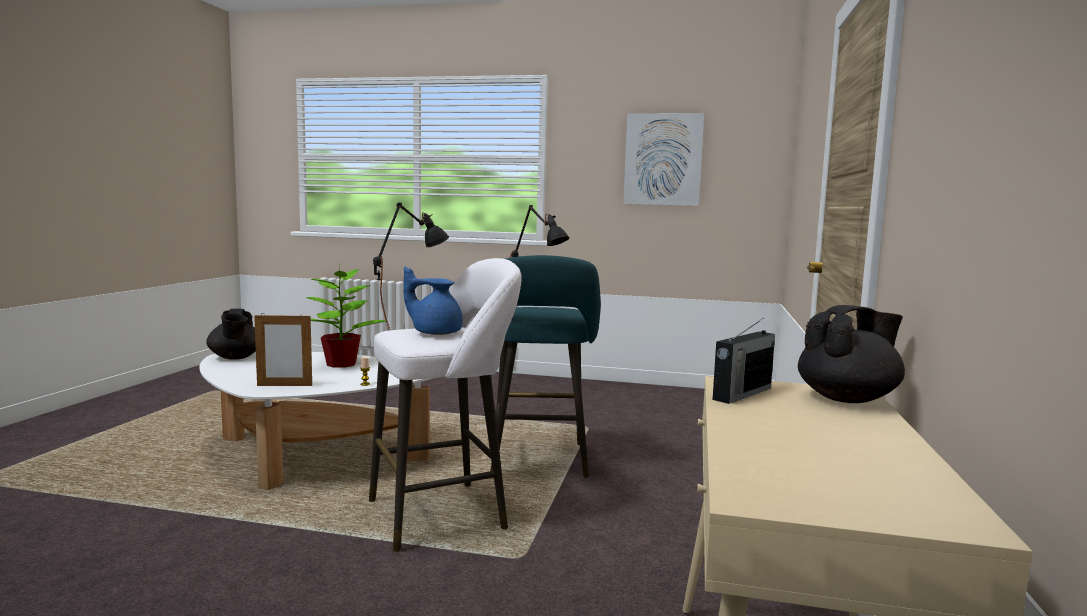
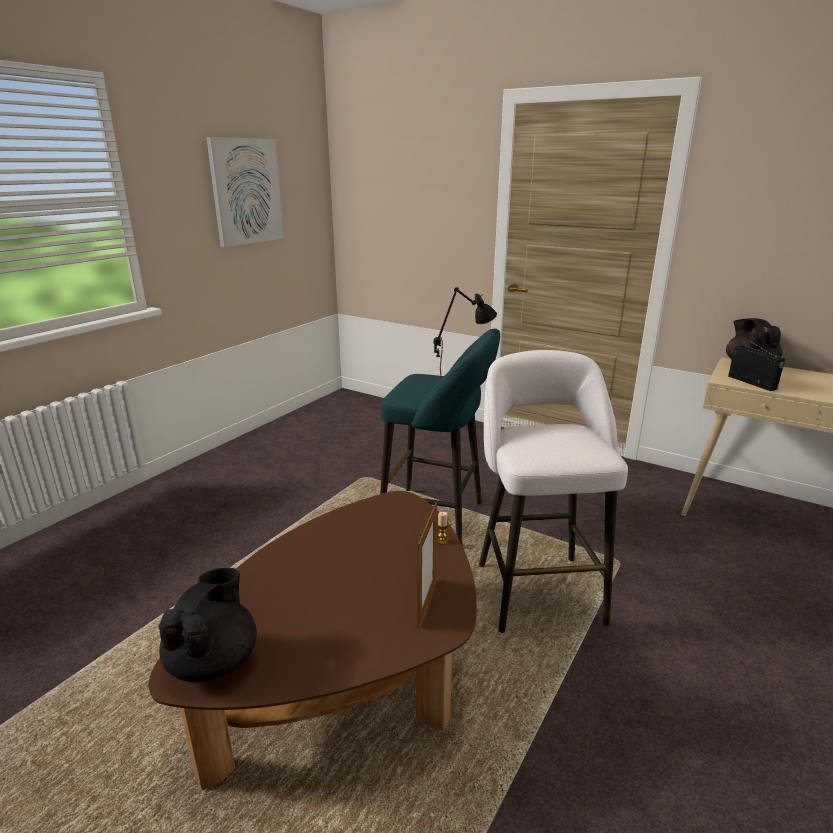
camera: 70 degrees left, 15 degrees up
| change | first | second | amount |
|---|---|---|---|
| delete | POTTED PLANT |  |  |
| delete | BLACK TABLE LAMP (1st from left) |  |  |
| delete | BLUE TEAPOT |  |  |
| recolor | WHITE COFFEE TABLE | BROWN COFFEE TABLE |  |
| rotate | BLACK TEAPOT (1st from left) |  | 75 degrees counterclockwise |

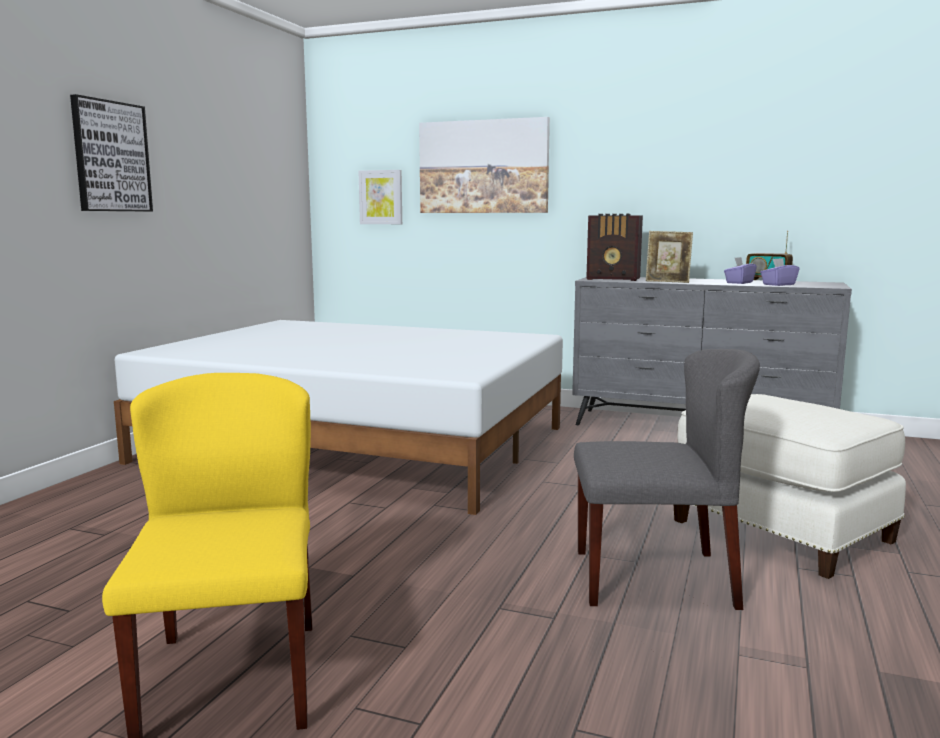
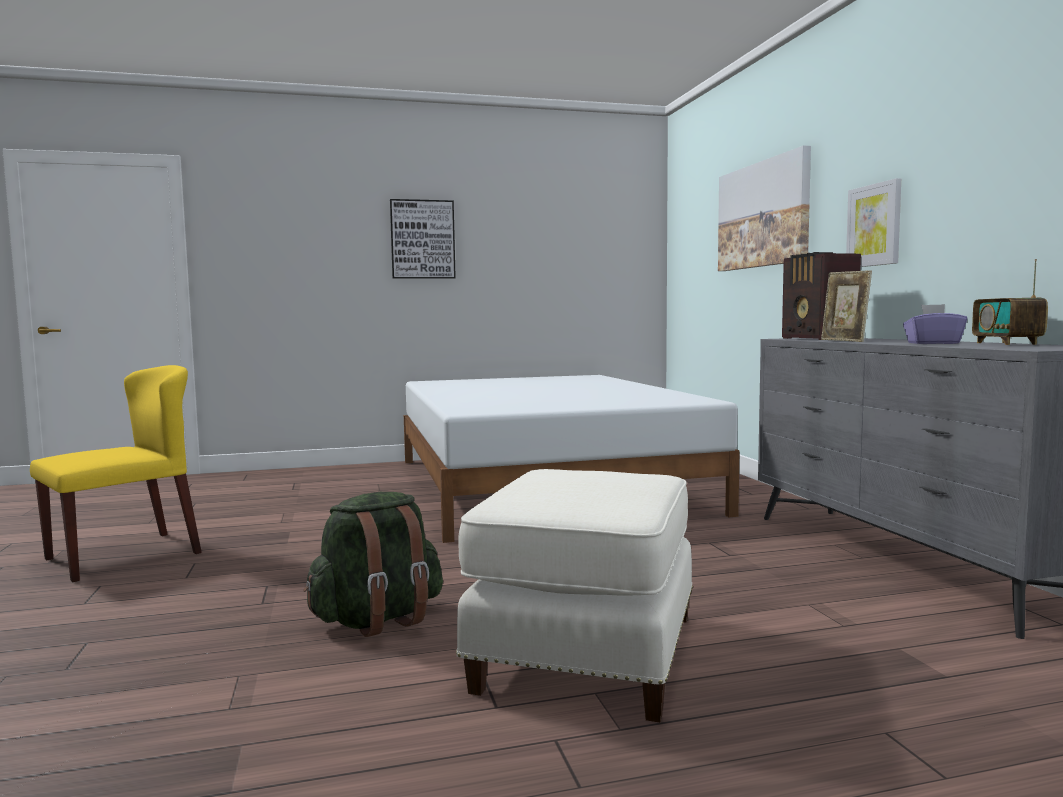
camera: 55 degrees right, 5 degrees down
| change | first | second | amount |
|---|---|---|---|
| delete | PURPLE TISSUE BOX (2nd from left) |  |  |
| move | PICTURE (2nd from left in the first image) | PICTURE (3rd from left) |  |
| replace | GREY CHAIR | GREEN BACKPACK |  |

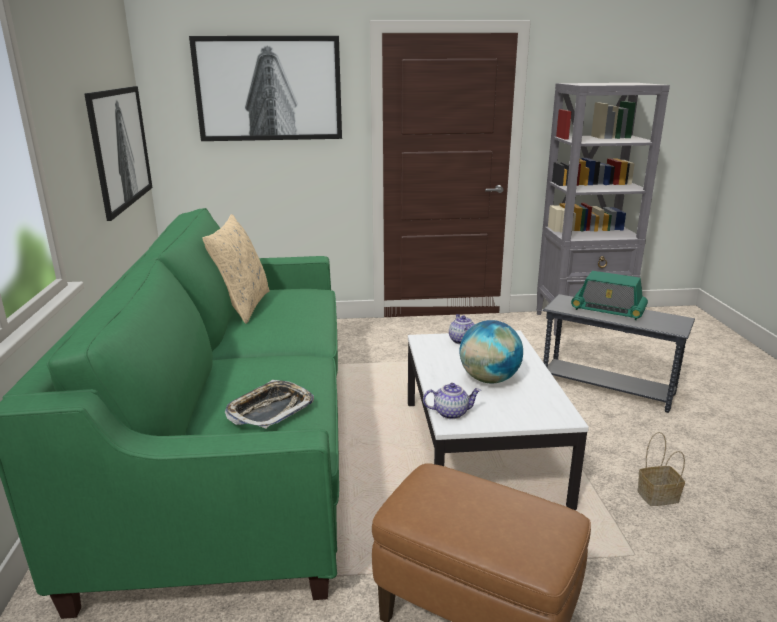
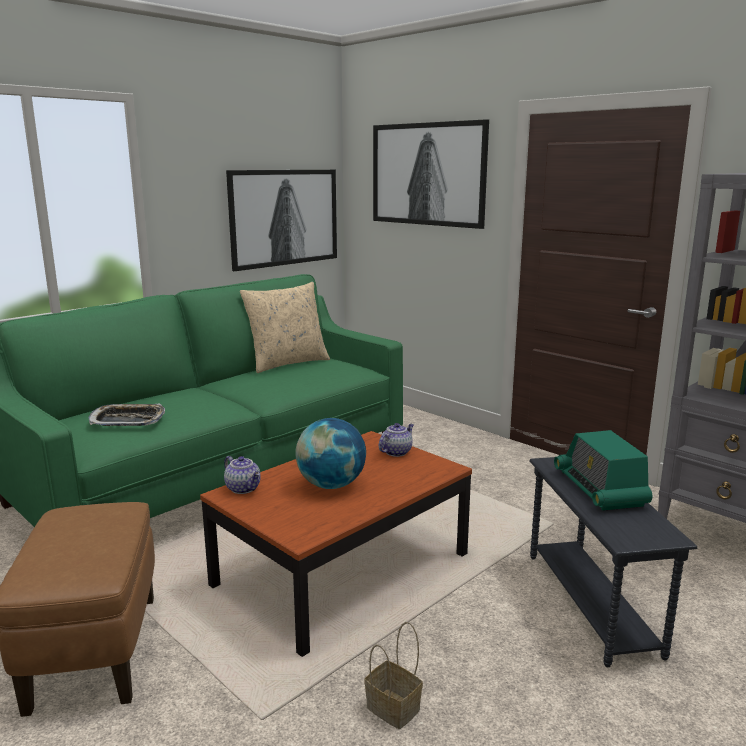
camera: 50 degrees right, 5 degrees down
| change | first | second | amount |
|---|---|---|---|
| recolor | WHITE COFFEE TABLE | BROWN COFFEE TABLE |  |

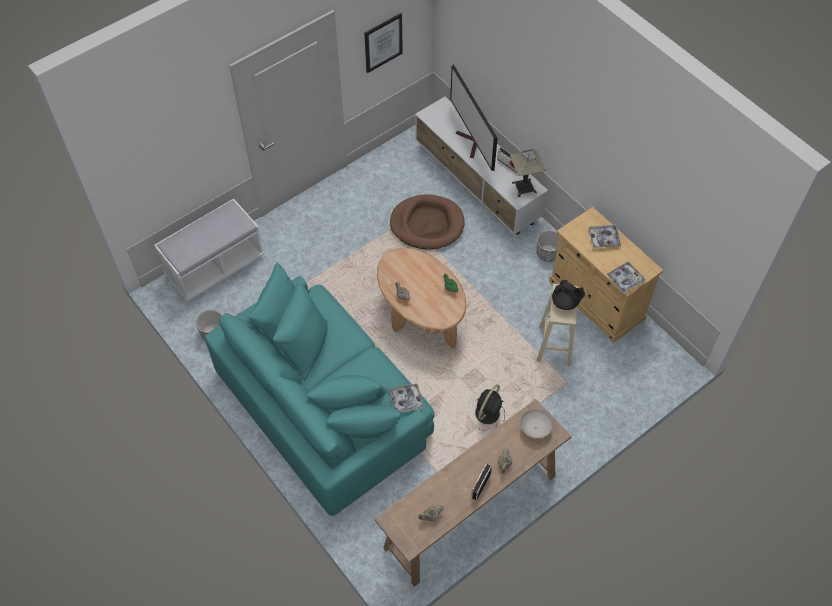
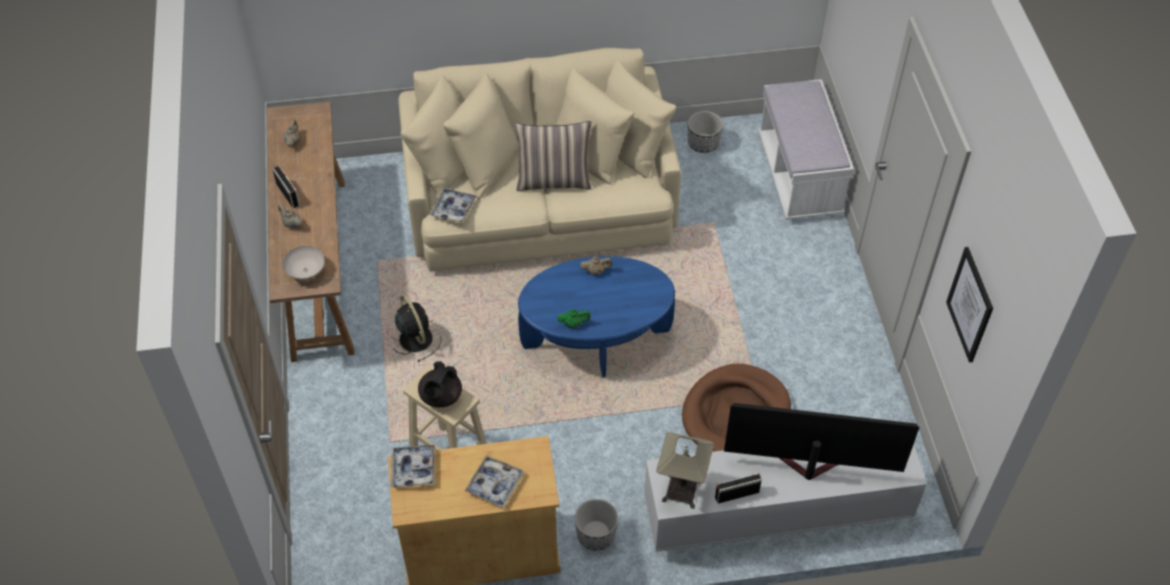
camera: 120 degrees right, 5 degrees down
| change | first | second | amount |
|---|---|---|---|
| insert |  | PILLOW |  |
| recolor | TURQUOISE SOFA | BEIGE SOFA |  |
| recolor | BROWN COFFEE TABLE | BLUE COFFEE TABLE |  |
| rotate | BLACK TEAPOT |  | 45 degrees counterclockwise |

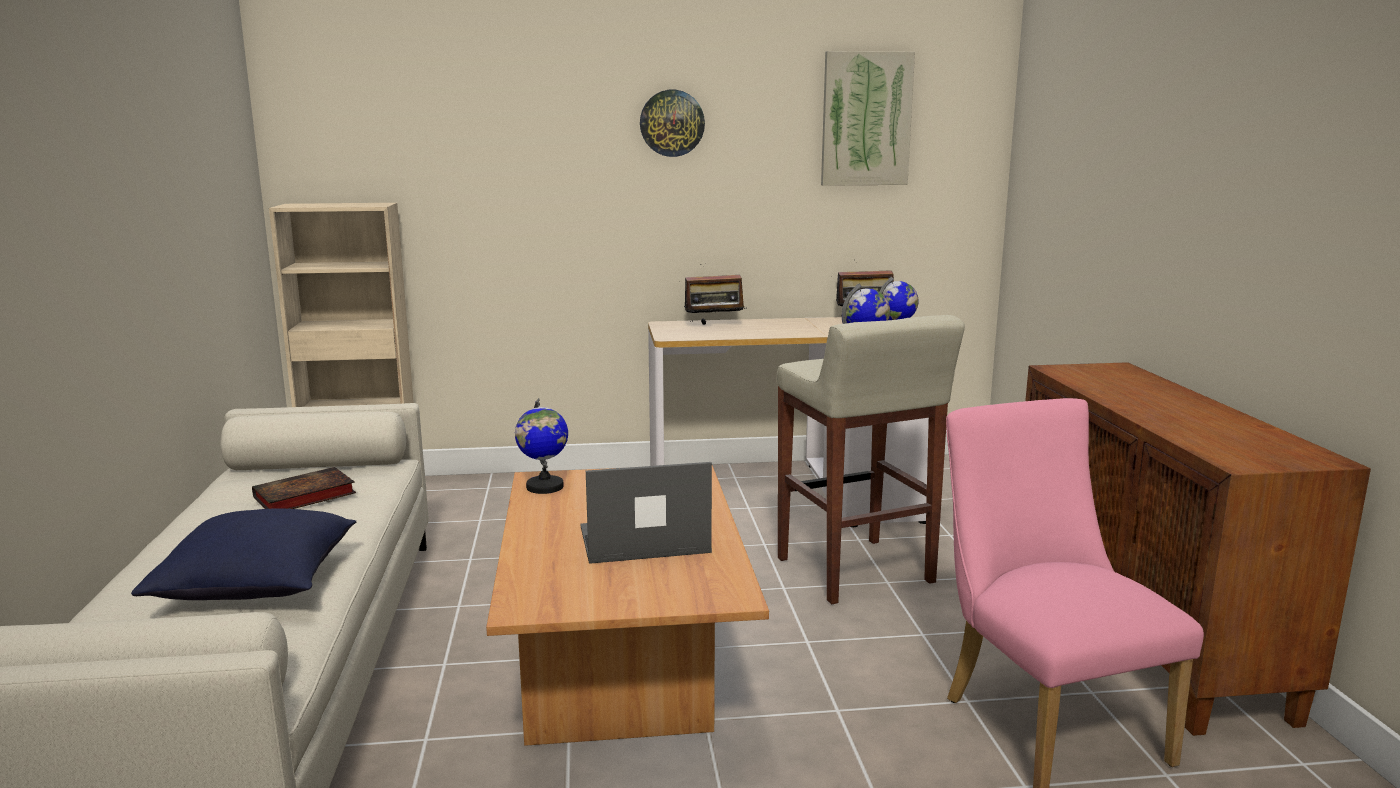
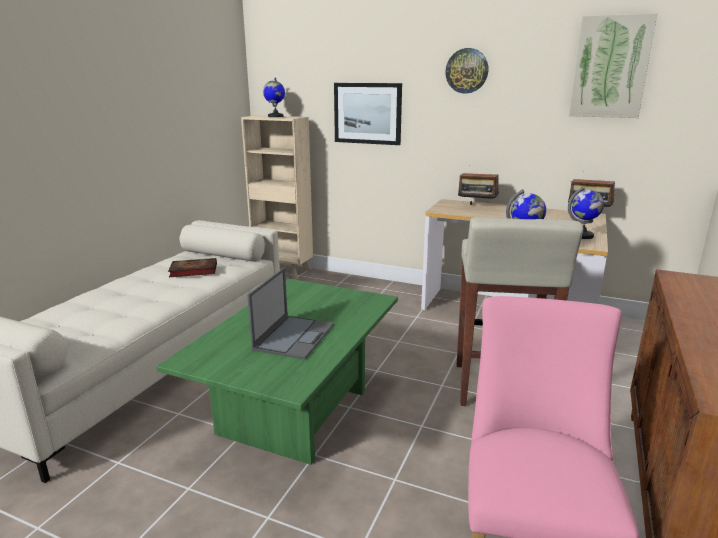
camera: 30 degrees right, 5 degrees up
| change | first | second | amount |
|---|---|---|---|
| delete | BLUE PILLOW |  |  |
| insert |  | PICTURE (1st from left) |  |
| move | GLOBE (1st from left) |  |  |
| recolor | BROWN COFFEE TABLE | GREEN COFFEE TABLE |  |
| rotate | LAPTOP |  | 90 degrees clockwise |

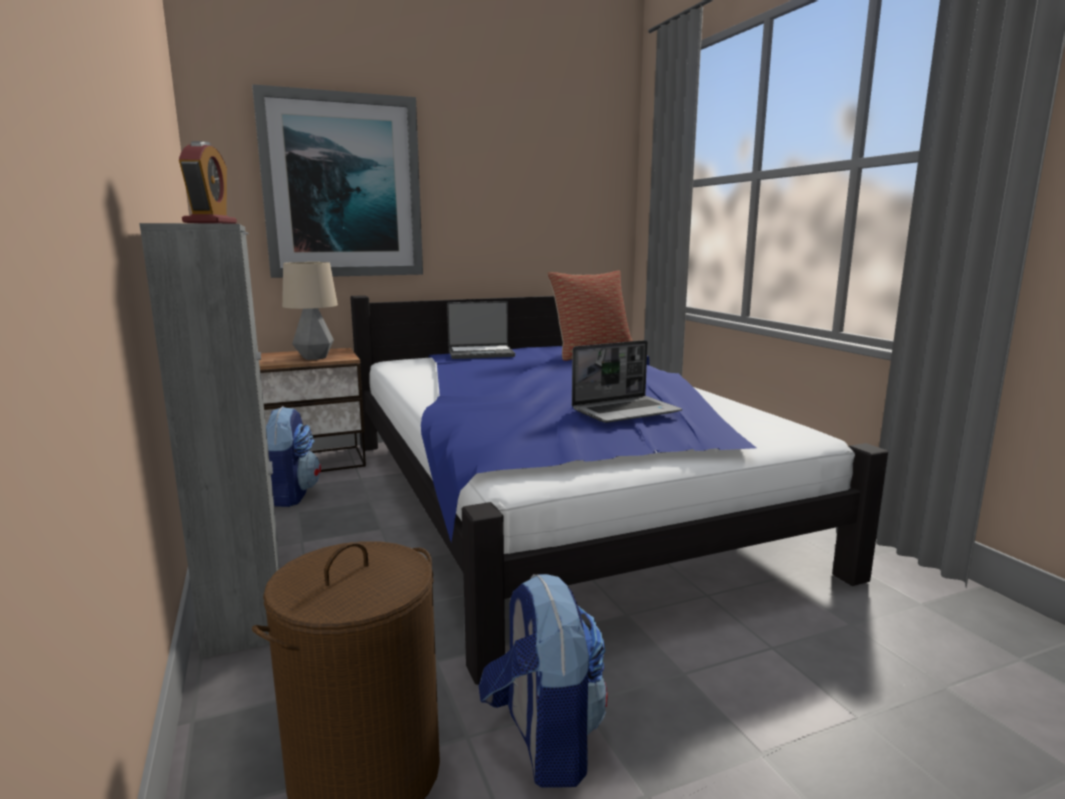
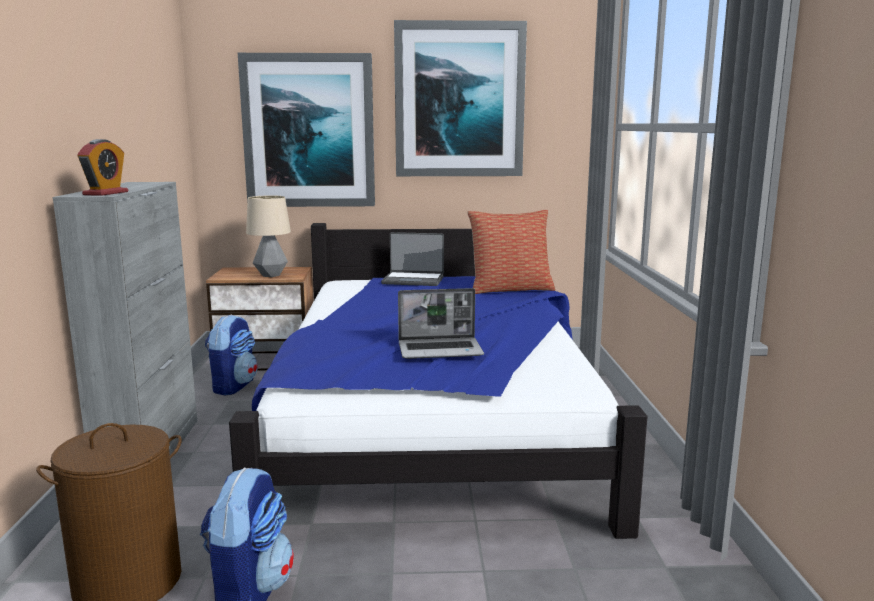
camera: 20 degrees right, 0 degrees up
| change | first | second | amount |
|---|---|---|---|
| insert |  | PICTURE (2nd from left) |  |

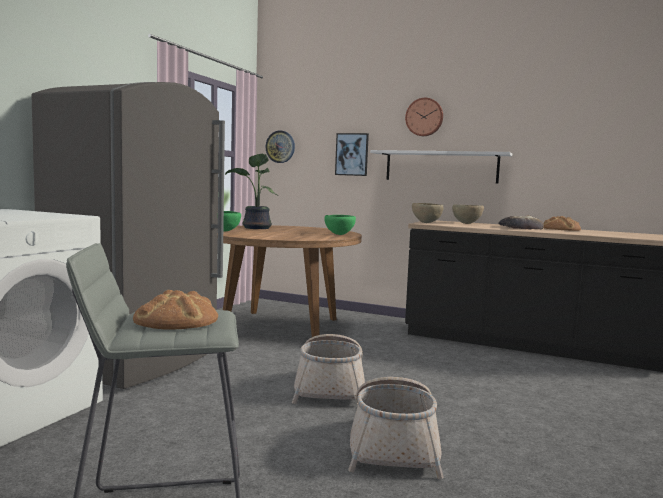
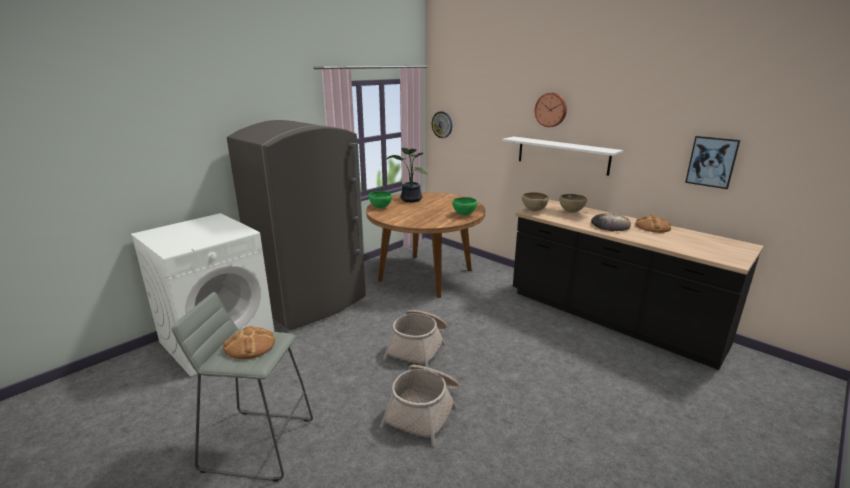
camera: 20 degrees right, 15 degrees up
| change | first | second | amount |
|---|---|---|---|
| move | PICTURE |  |  |

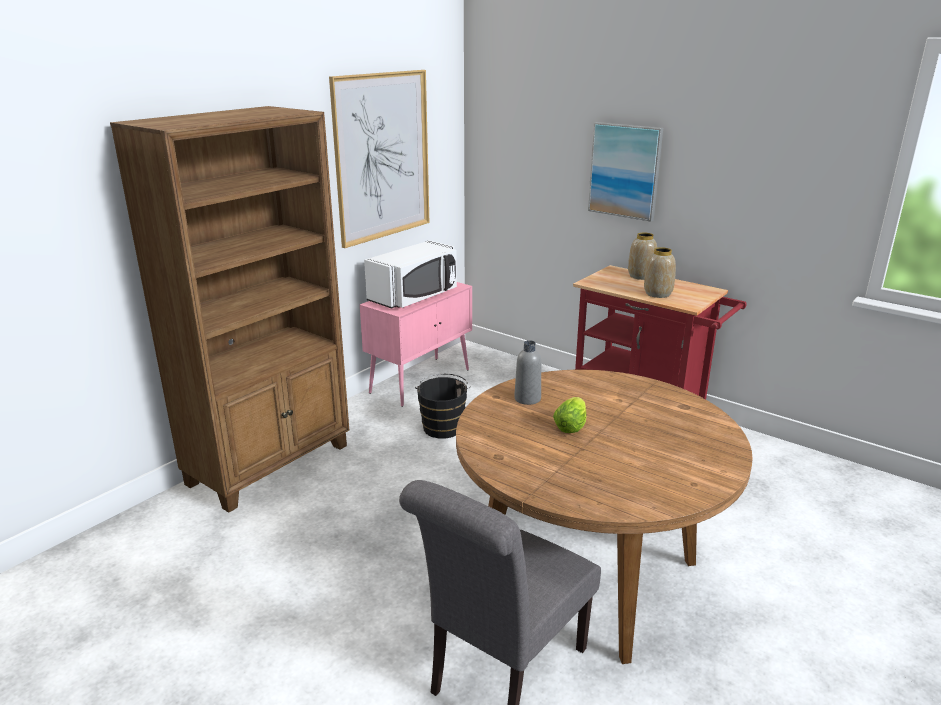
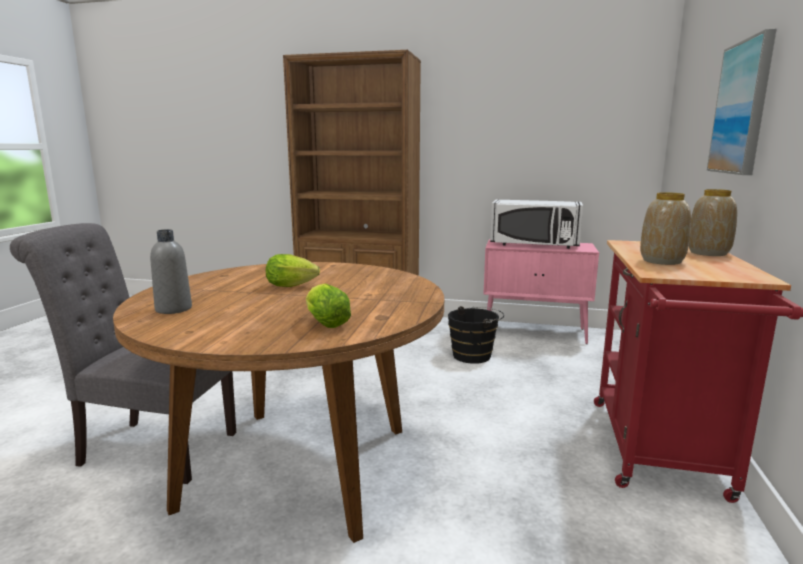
camera: 65 degrees right, 10 degrees down
| change | first | second | amount |
|---|---|---|---|
| delete | PICTURE (1st from left) |  |  |
| insert |  | LETTUCE (2nd from left) |  |
| move | GREY BOTTLE |  |  |

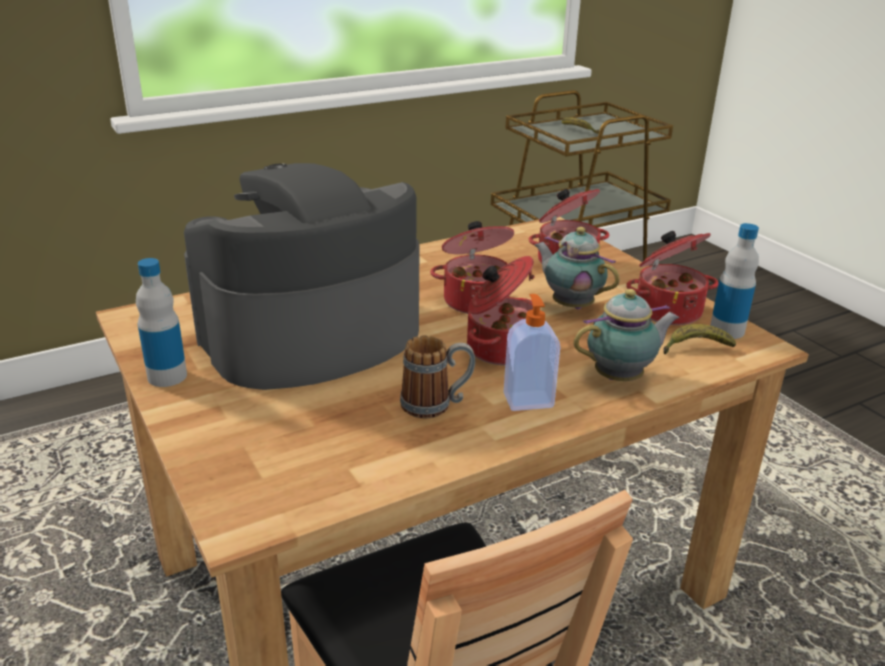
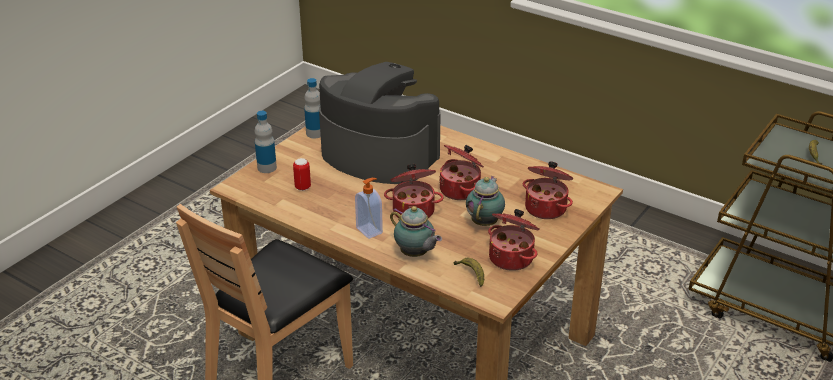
camera: 65 degrees right, 5 degrees up
| change | first | second | amount |
|---|---|---|---|
| delete | MUG |  |  |
| insert |  | CAN |  |
| move | BOTTLE (2nd from left in the first image) | BOTTLE (1st from left) |  |

